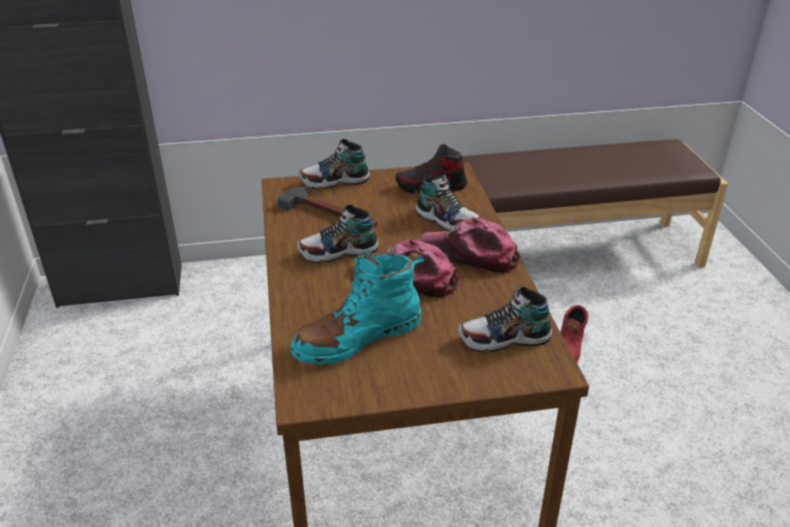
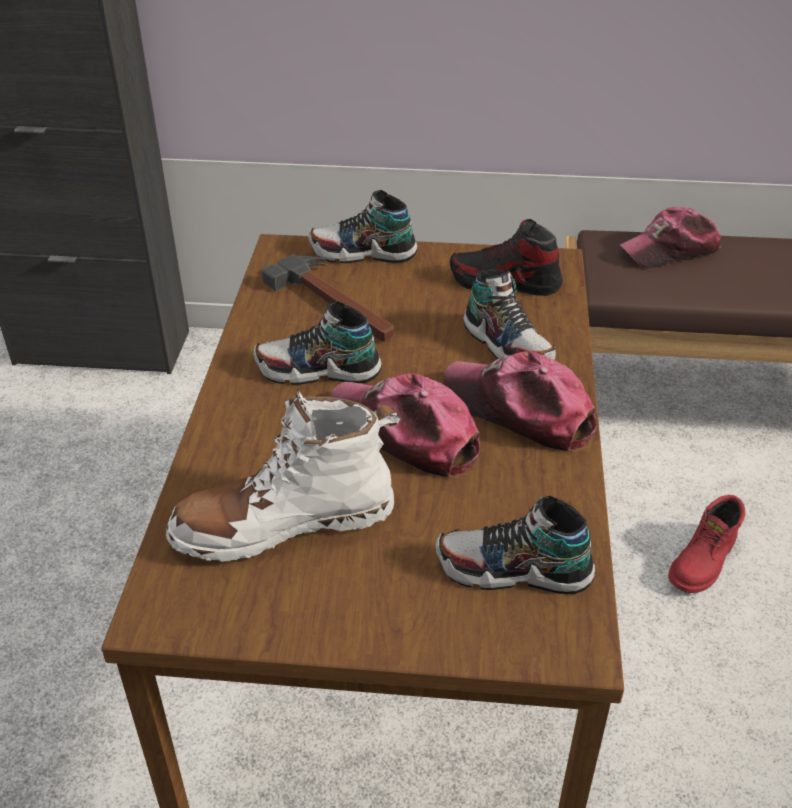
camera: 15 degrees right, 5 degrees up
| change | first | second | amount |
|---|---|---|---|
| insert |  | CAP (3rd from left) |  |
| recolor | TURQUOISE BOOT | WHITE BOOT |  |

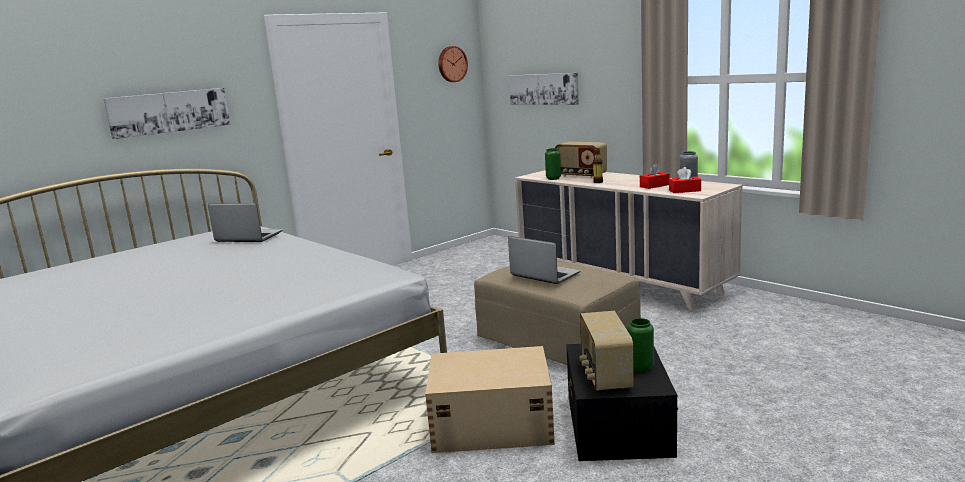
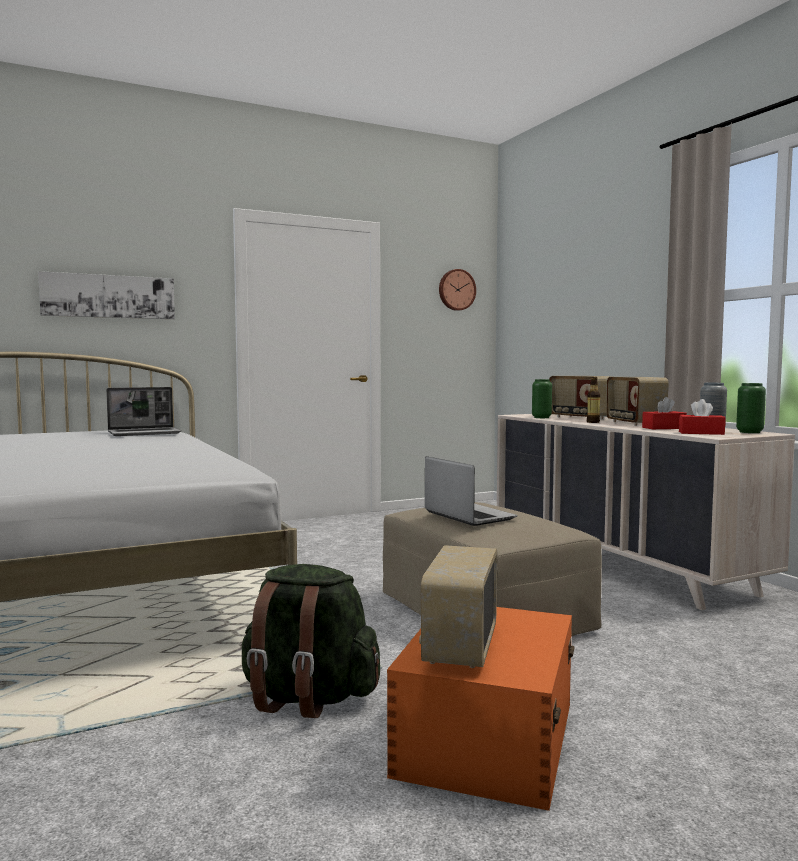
camera: 15 degrees right, 10 degrees down
| change | first | second | amount |
|---|---|---|---|
| delete | PICTURE (2nd from left) |  |  |
| insert |  | RADIO (3rd from left) |  |
| move | GREEN VASE (2nd from left) |  |  |
| replace | BEIGE STORAGE BOX | GREEN BACKPACK |  |
| recolor | BLACK STORAGE BOX | ORANGE STORAGE BOX |  |
| rotate | LAPTOP (1st from left) |  | 120 degrees clockwise |

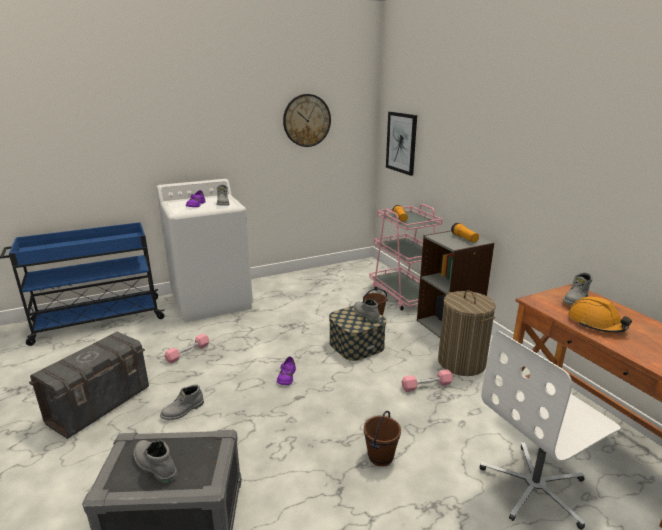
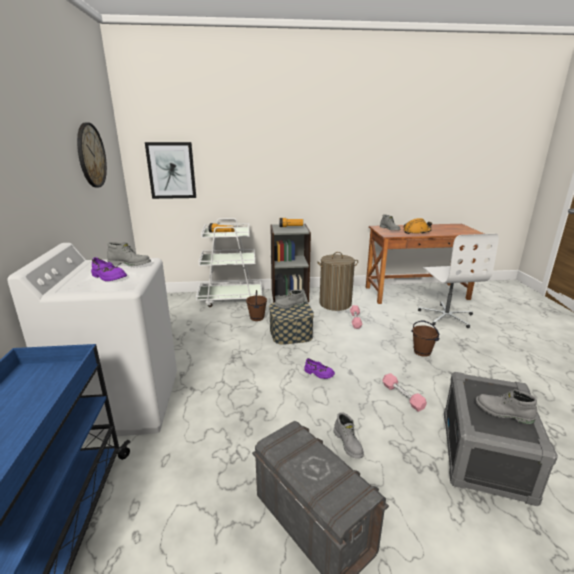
camera: 70 degrees left, 0 degrees up
| change | first | second | amount |
|---|---|---|---|
| move | PINK DUMBBELL (1st from left in the first image) | PINK DUMBBELL (2nd from left) |  |
| recolor | PINK CART | WHITE CART |  |
| rotate | GREY BOOT (1st from left in the first image) | GREY BOOT (5th from left) | 60 degrees clockwise |

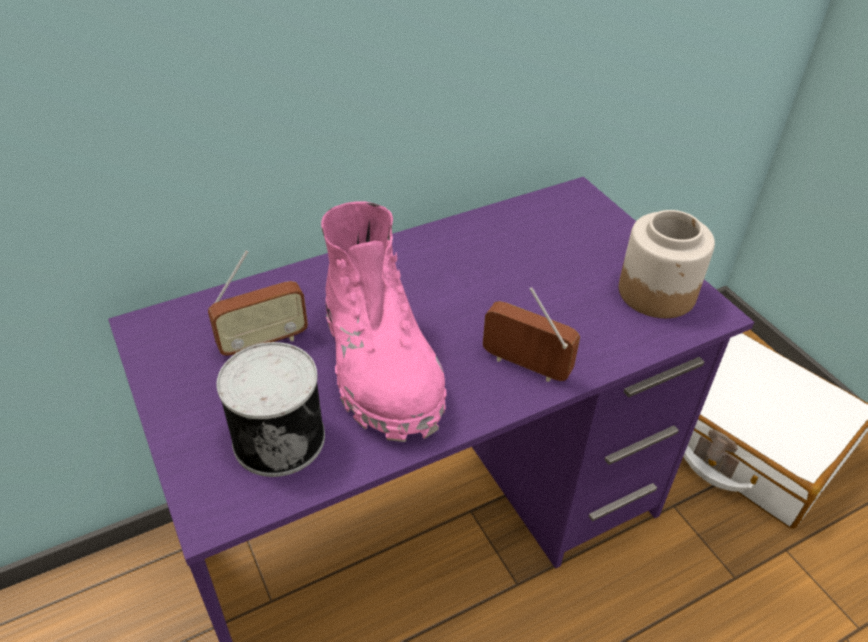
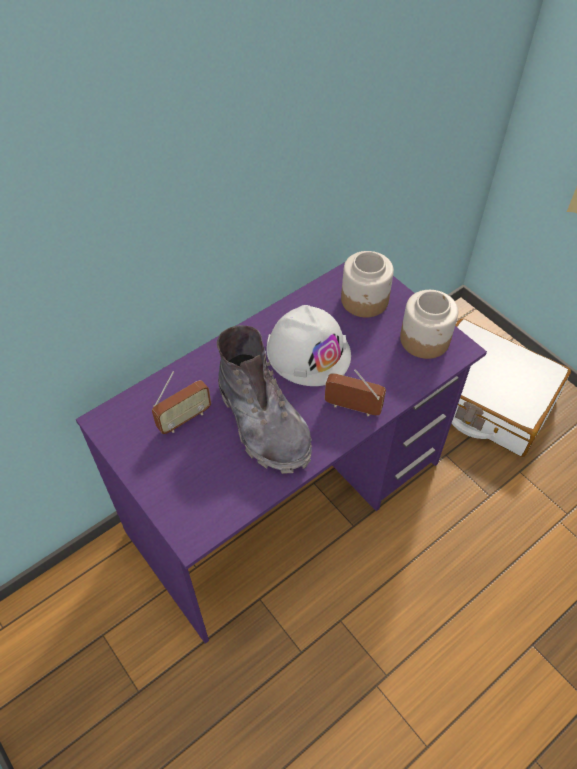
camera: 10 degrees left, 10 degrees up
| change | first | second | amount |
|---|---|---|---|
| delete | CAN |  |  |
| insert |  | WHITE HARD HAT |  |
| insert |  | JAR (1st from left) |  |
| recolor | PINK BOOT | GREY BOOT |  |

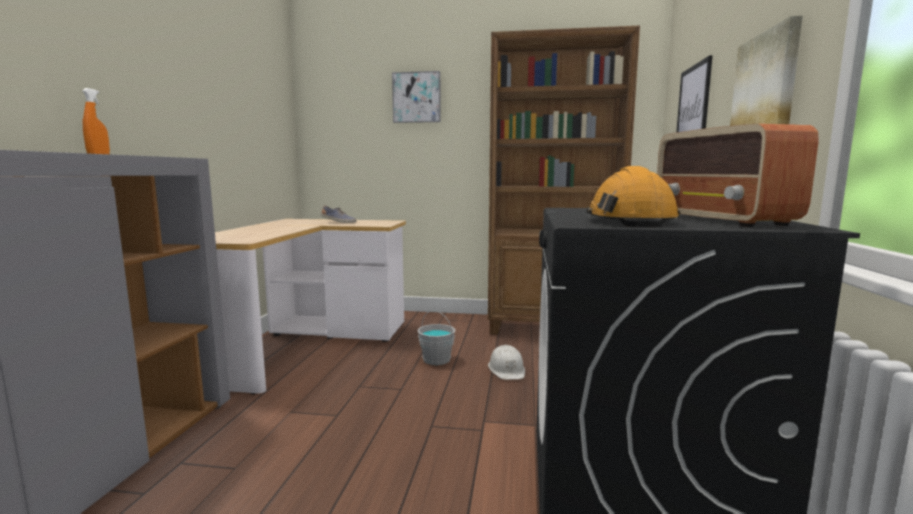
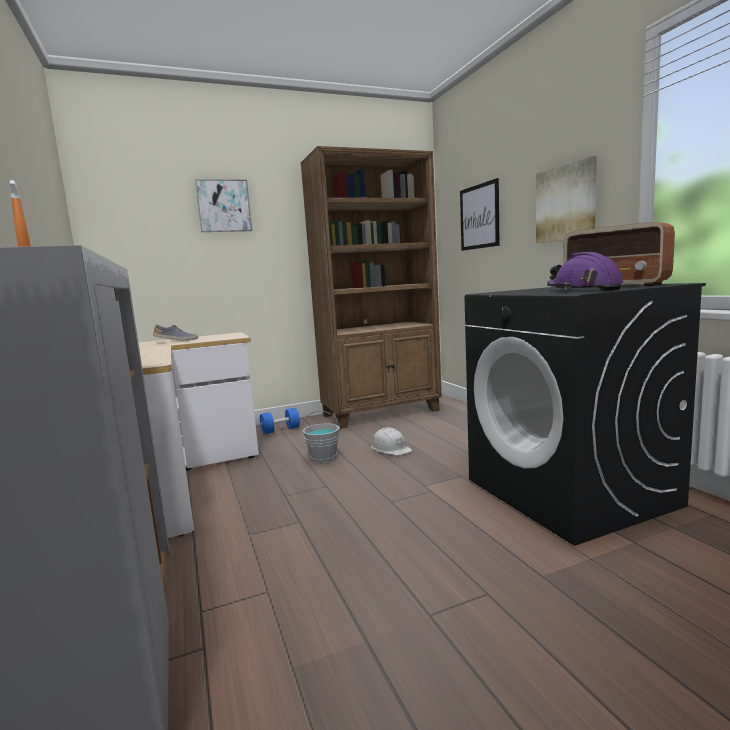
camera: 30 degrees left, 0 degrees up
| change | first | second | amount |
|---|---|---|---|
| insert |  | BLUE DUMBBELL |  |
| recolor | ORANGE HARD HAT | PURPLE HARD HAT |  |

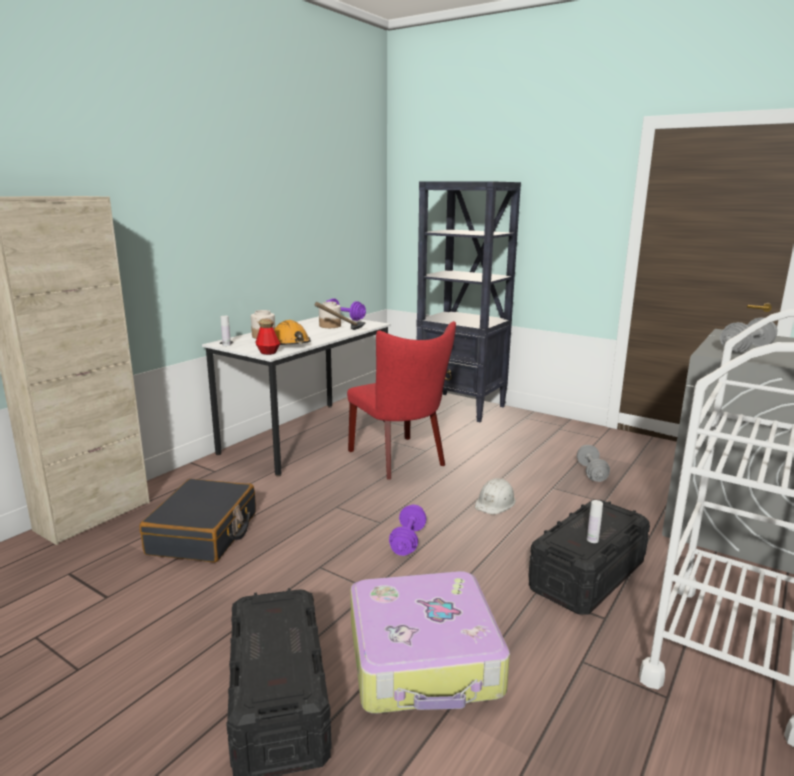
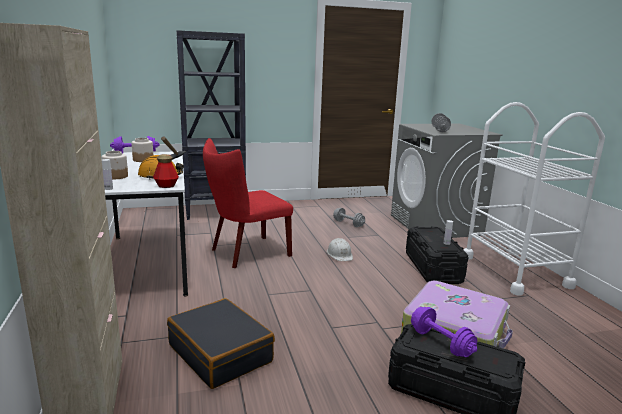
camera: 50 degrees left, 0 degrees up
| change | first | second | amount |
|---|---|---|---|
| move | PURPLE DUMBBELL (2nd from left) |  |  |
| rotate | RED CHAIR |  | 135 degrees clockwise |

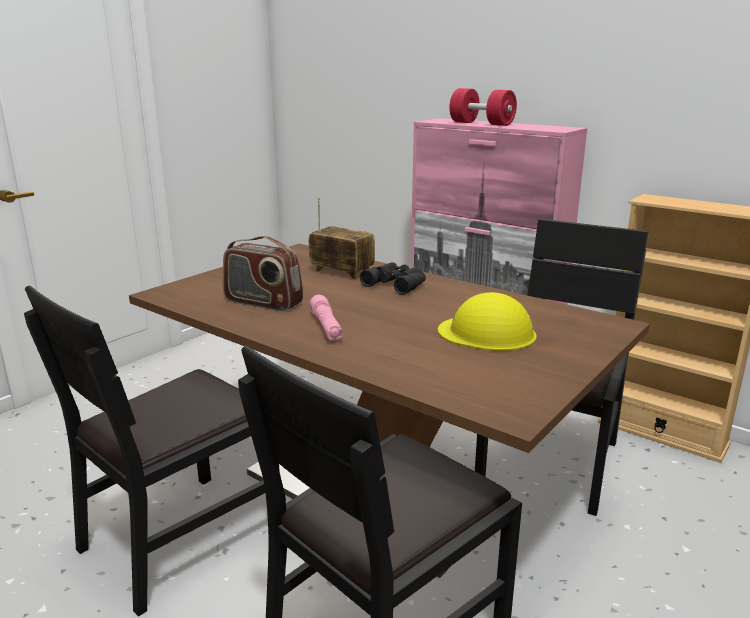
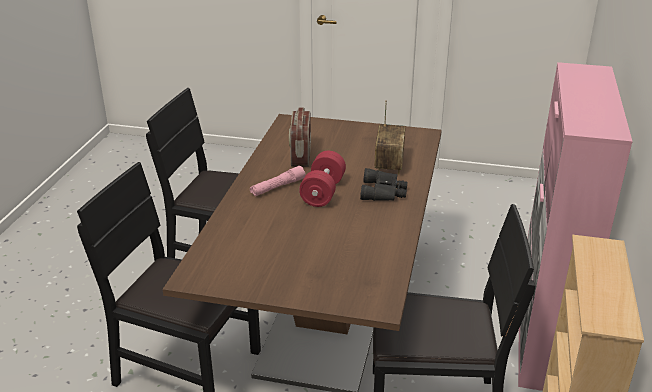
camera: 65 degrees right, 10 degrees up
| change | first | second | amount |
|---|---|---|---|
| delete | YELLOW HARD HAT |  |  |
| move | RED DUMBBELL |  |  |

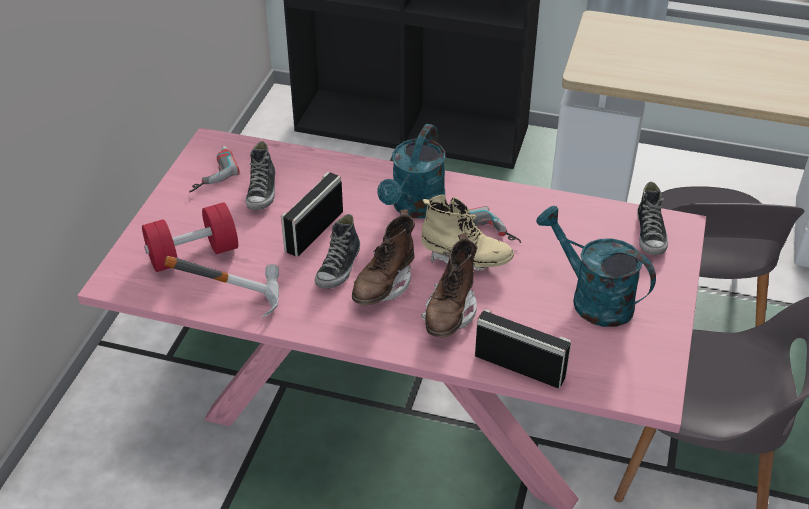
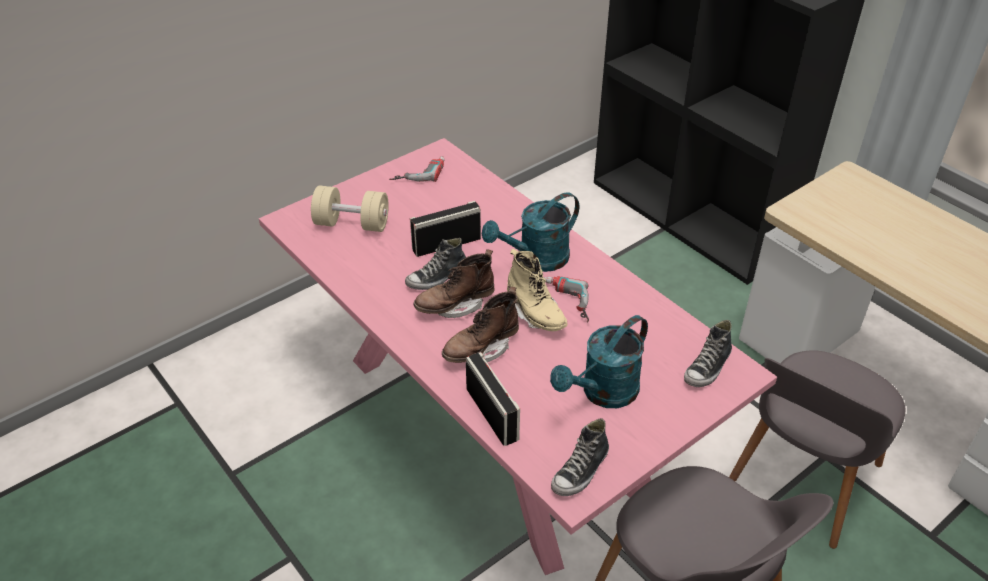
camera: 35 degrees right, 0 degrees up
| change | first | second | amount |
|---|---|---|---|
| delete | HAMMER |  |  |
| move | SHOE (1st from left in the first image) | SHOE (2nd from left) |  |
| recolor | RED DUMBBELL | BEIGE DUMBBELL |  |
| rotate | TURQUOISE WATERING CAN (2nd from left) |  | 120 degrees counterclockwise |

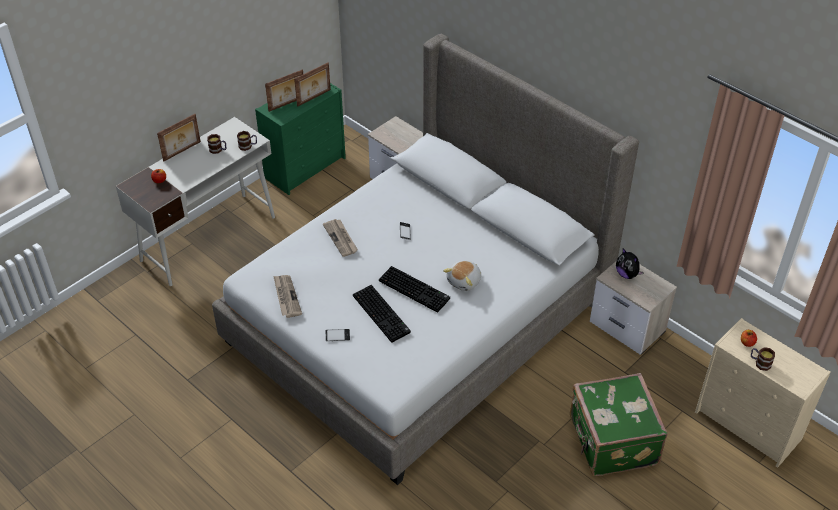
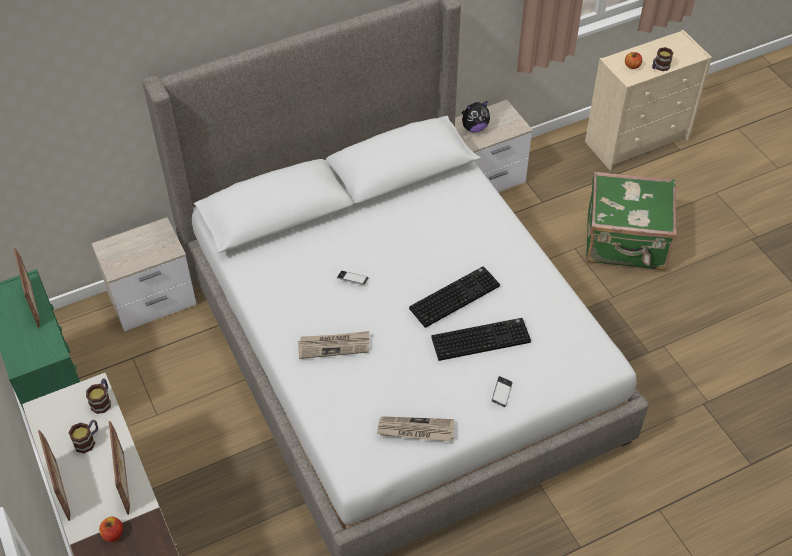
camera: 70 degrees left, 5 degrees up
| change | first | second | amount |
|---|---|---|---|
| delete | PLUSH TOY (1st from left) |  |  |
| move | PICTURE FRAME (2nd from left in the first image) | PICTURE FRAME (3rd from left) |  |

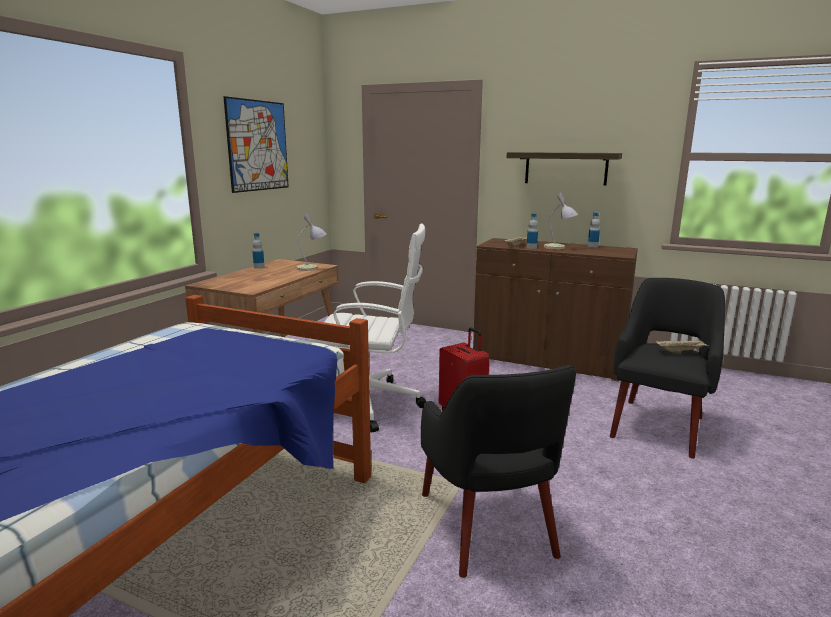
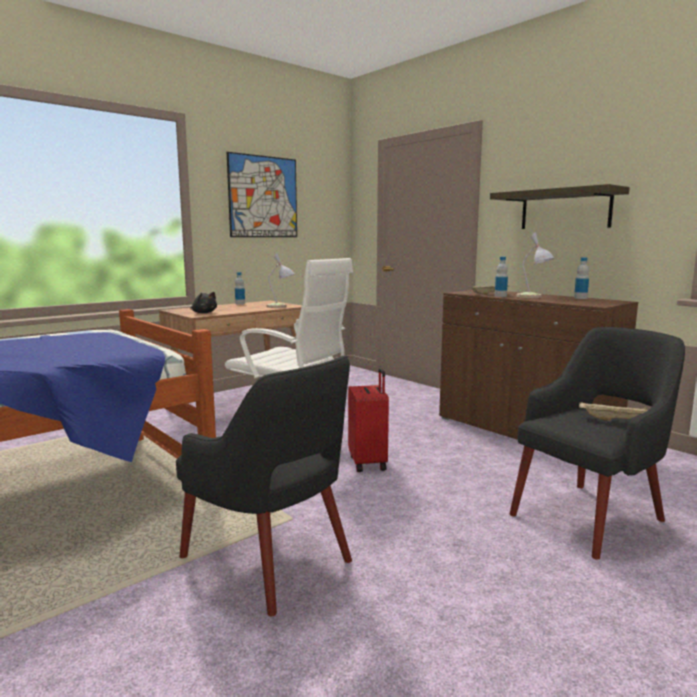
camera: 25 degrees right, 5 degrees down
| change | first | second | amount |
|---|---|---|---|
| insert |  | BLACK PLUSH TOY |  |
| rotate | BLACK ARMCHAIR (1st from left) |  | 60 degrees counterclockwise |

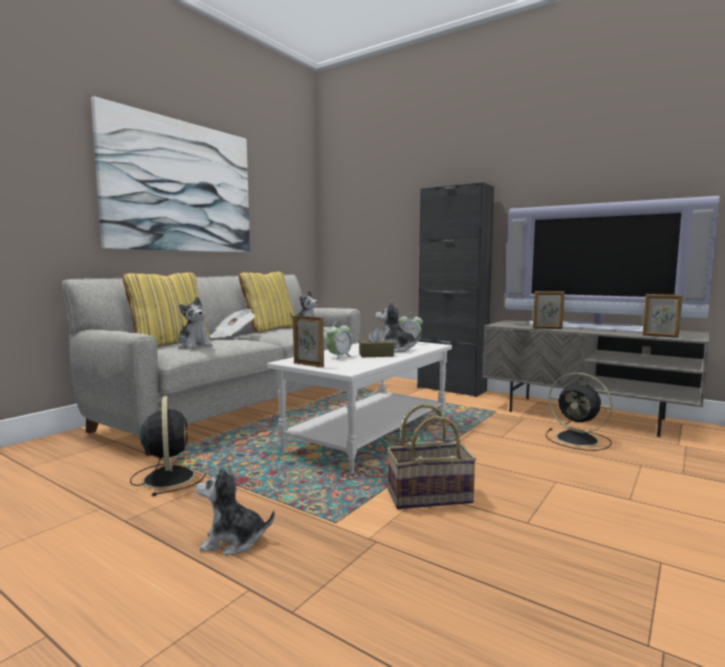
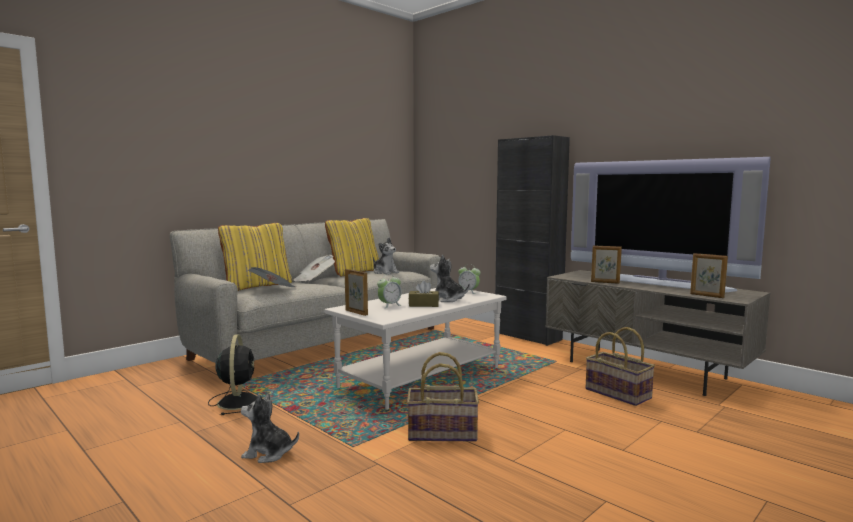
camera: 10 degrees right, 0 degrees up
| change | first | second | amount |
|---|---|---|---|
| delete | PICTURE |  |  |
| replace | PLUSH TOY (1st from left) | NEWSPAPER (1st from left) |  |
| replace | BLACK FAN (2nd from left) | BASKET (2nd from left) |  |

